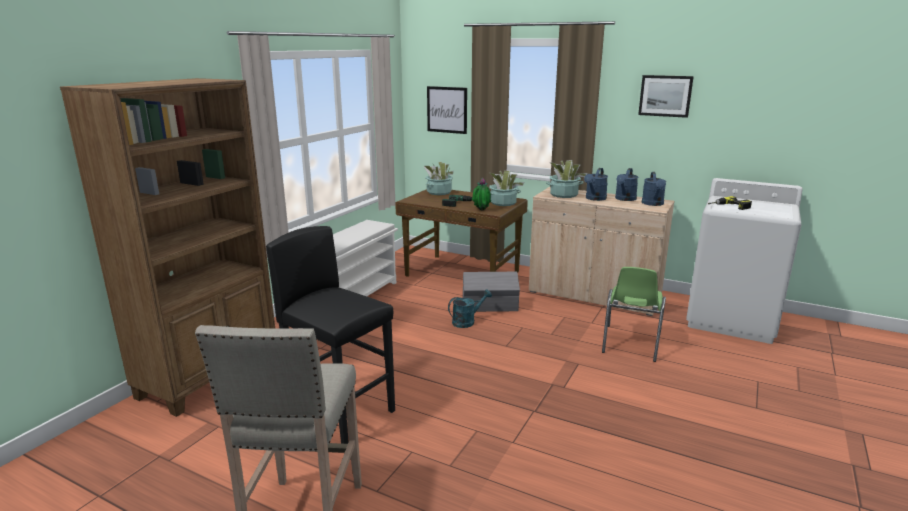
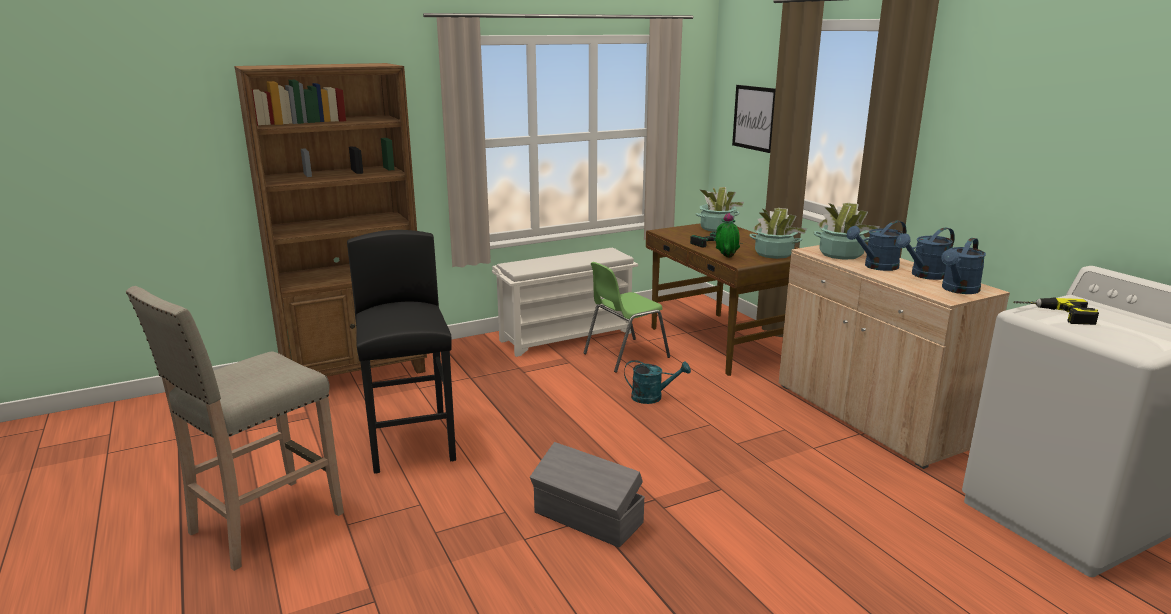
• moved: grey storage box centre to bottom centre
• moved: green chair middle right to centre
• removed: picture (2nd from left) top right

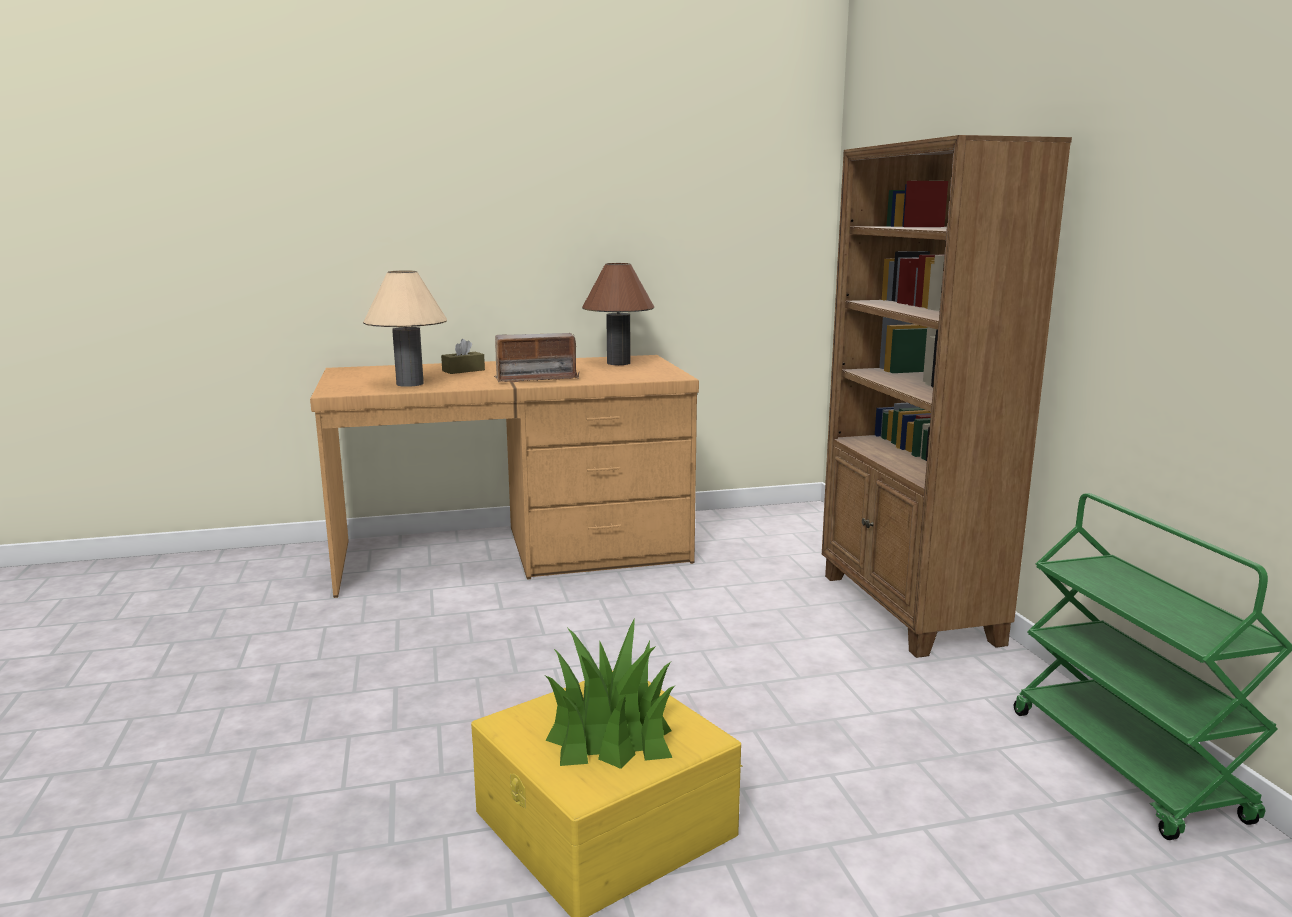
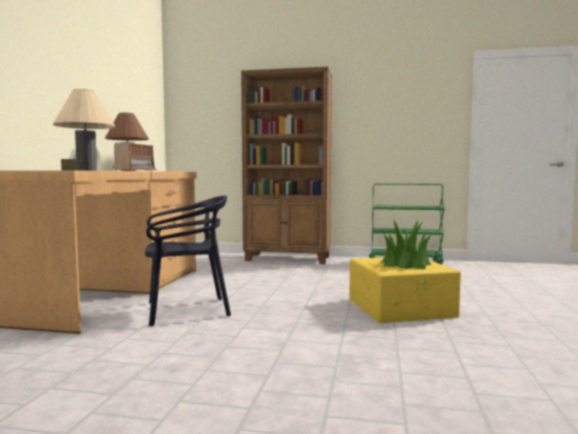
• added: black chair middle left

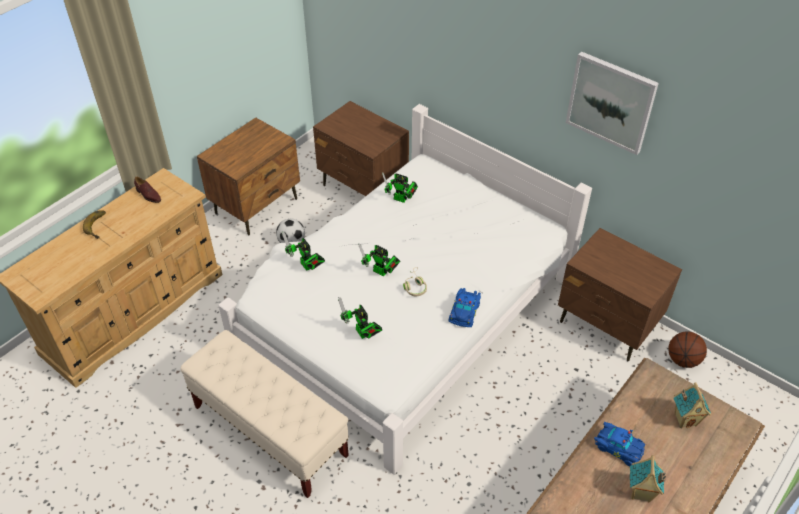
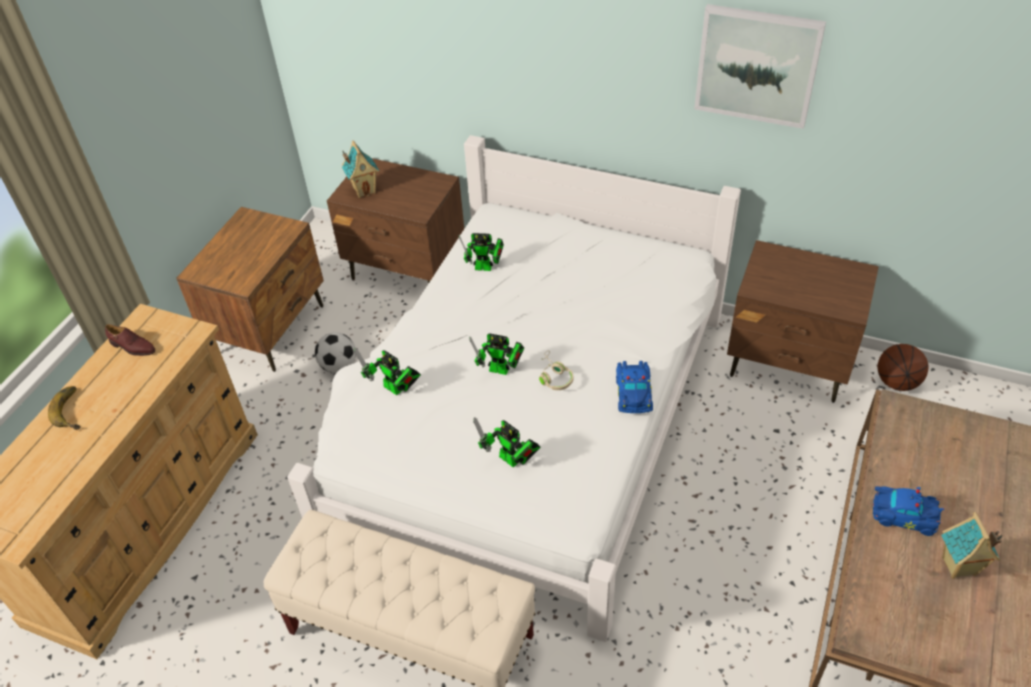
• moved: toy house (2nd from left in the first image) bottom right to toy house (1st from left) top centre

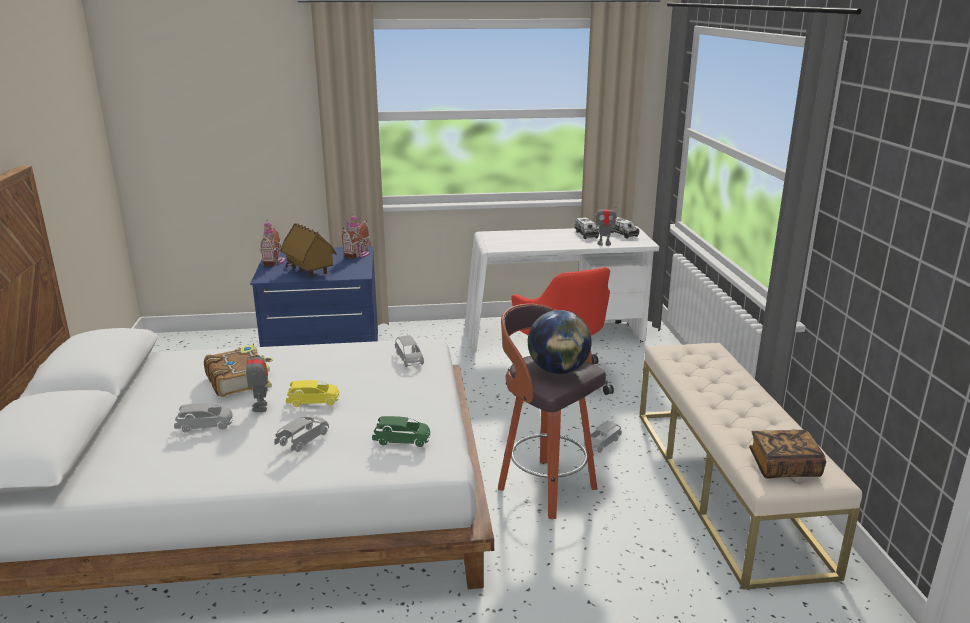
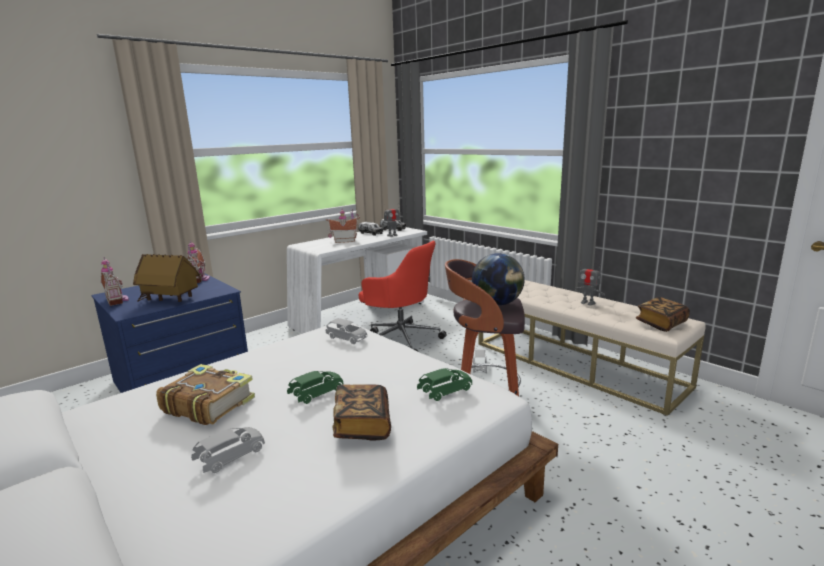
• moved: toy robot (1st from left in the first image) middle left to toy robot (2nd from left) middle right
• replaced: grey toy car (2nd from left) bottom left to book (2nd from left) bottom centre
• recoloured: yellow toy car middle left to green toy car (1st from left) bottom centre
• added: toy house (4th from left) centre

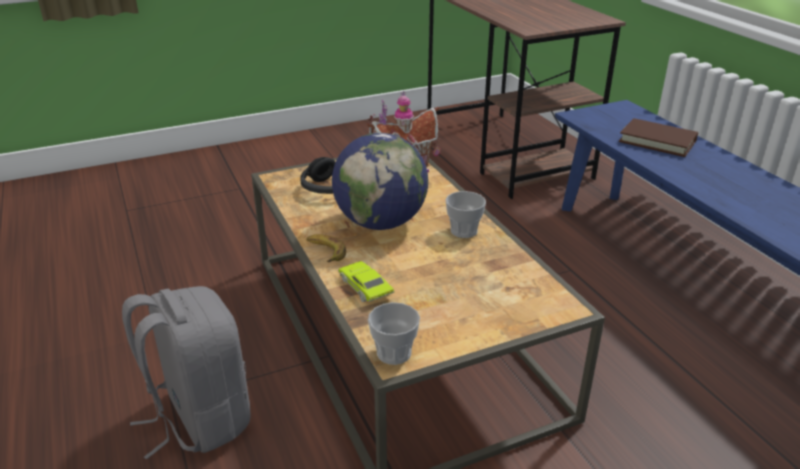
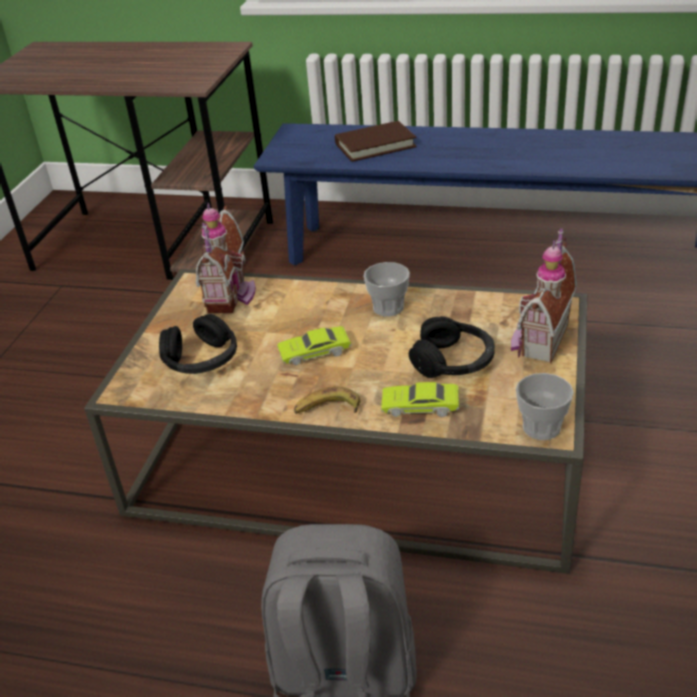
• replaced: globe centre to green toy car (1st from left) centre
• added: black headphones (2nd from left) centre
• added: toy house (2nd from left) middle right

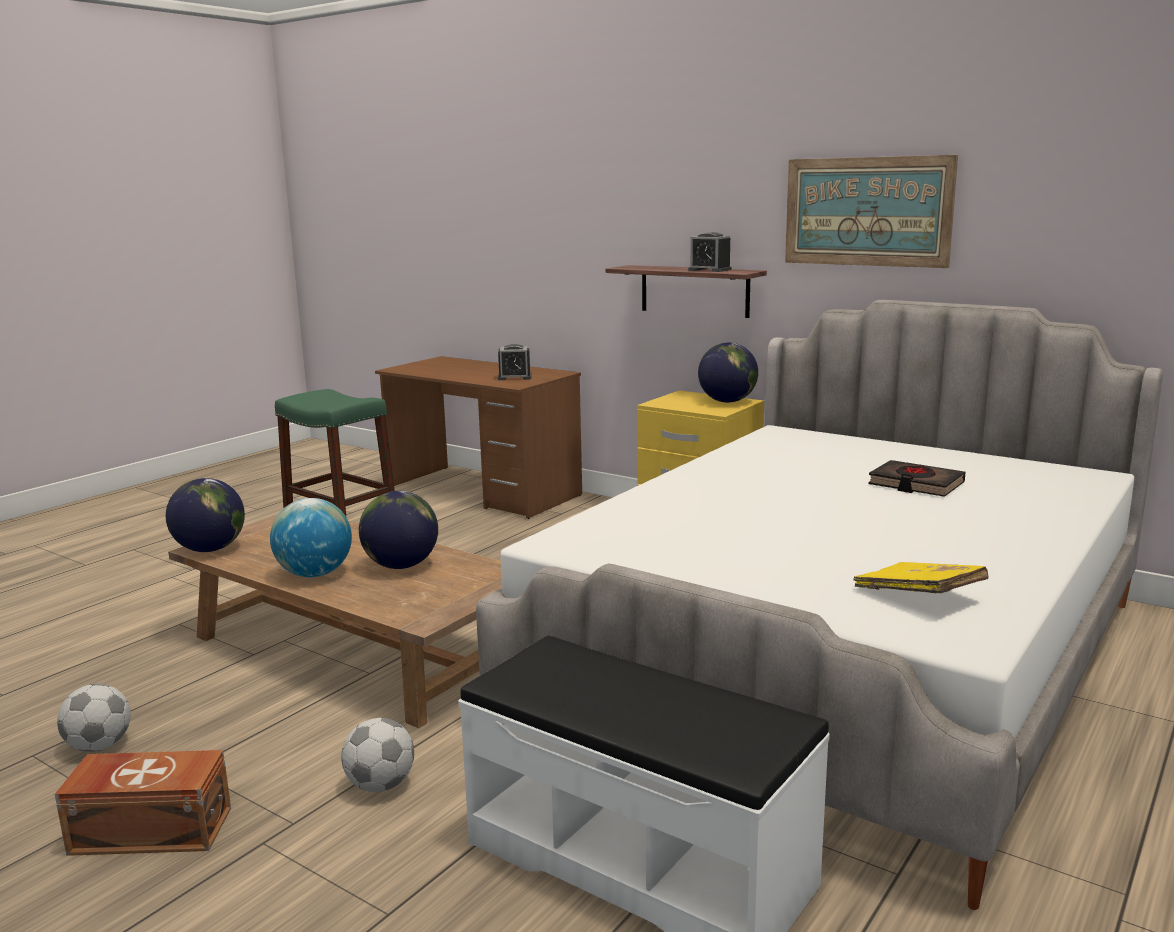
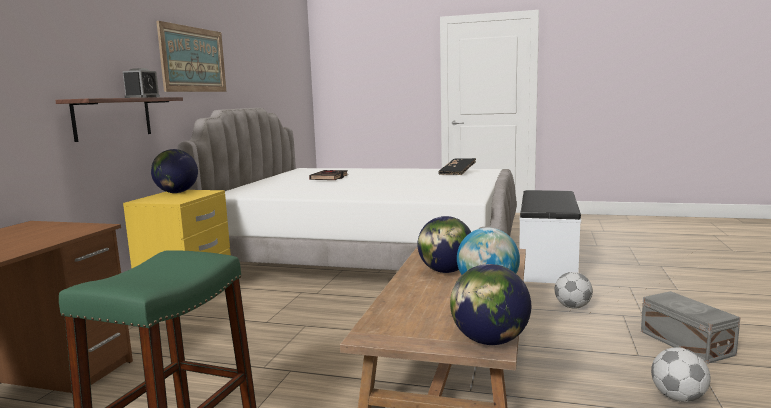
• recoloured: brown storage box bottom left to grey storage box bottom right
• removed: alarm clock (1st from left) centre
• recoloured: yellow book middle right to black book (2nd from left) centre

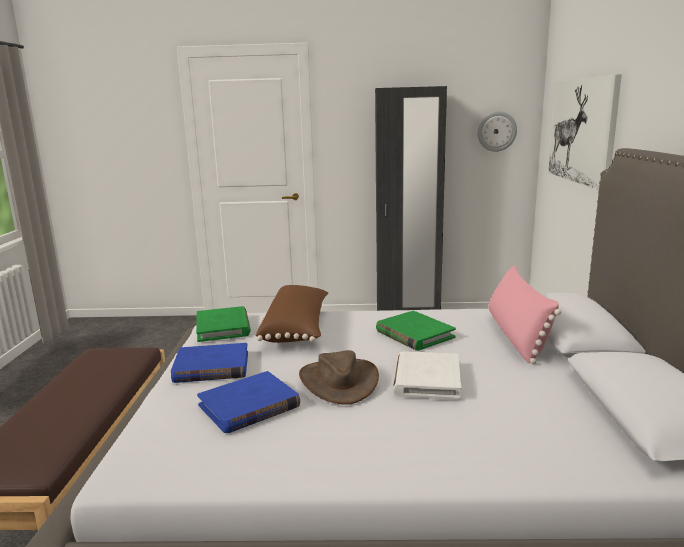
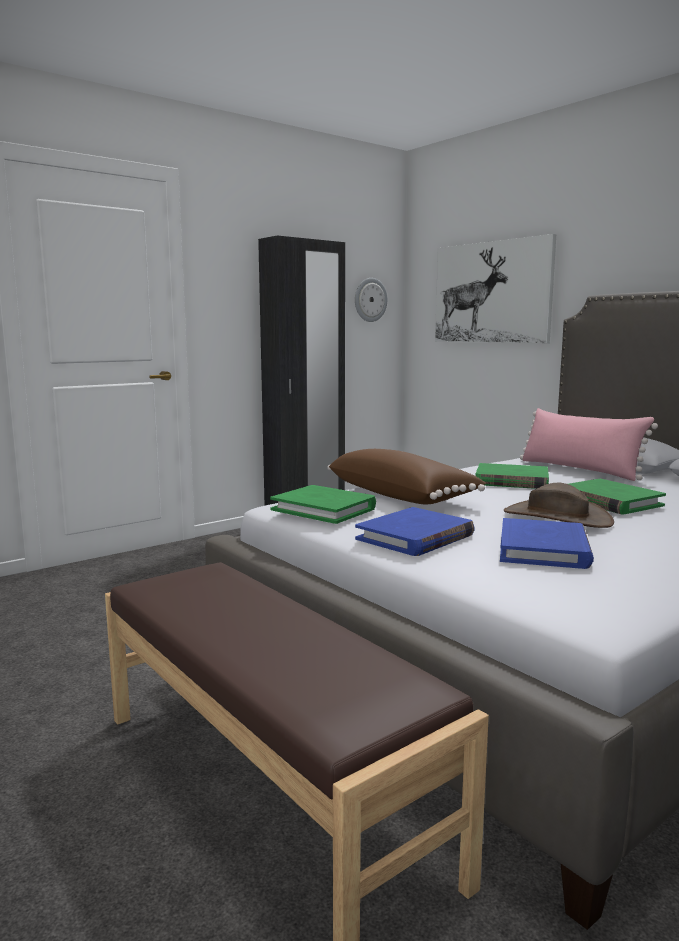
• recoloured: white book bottom centre to green book (3rd from left) middle right

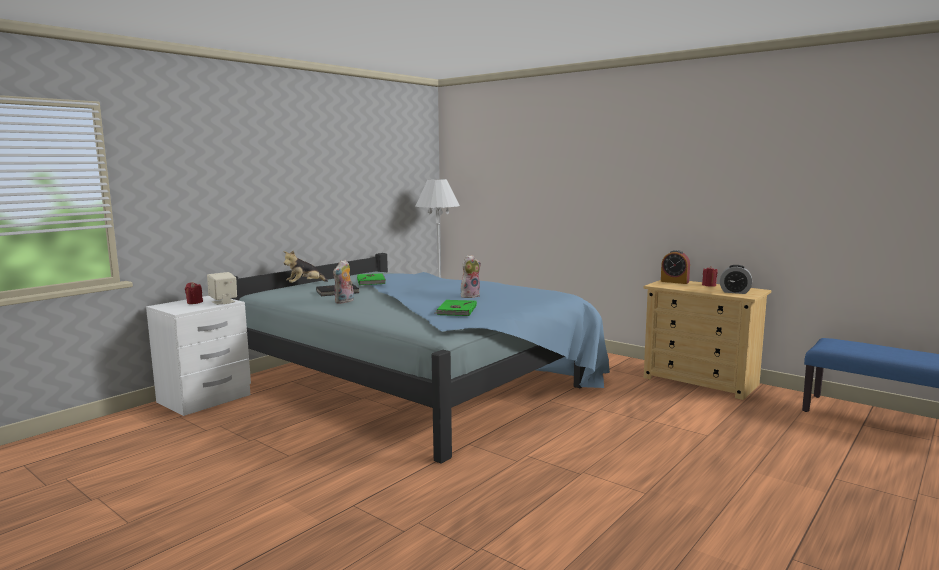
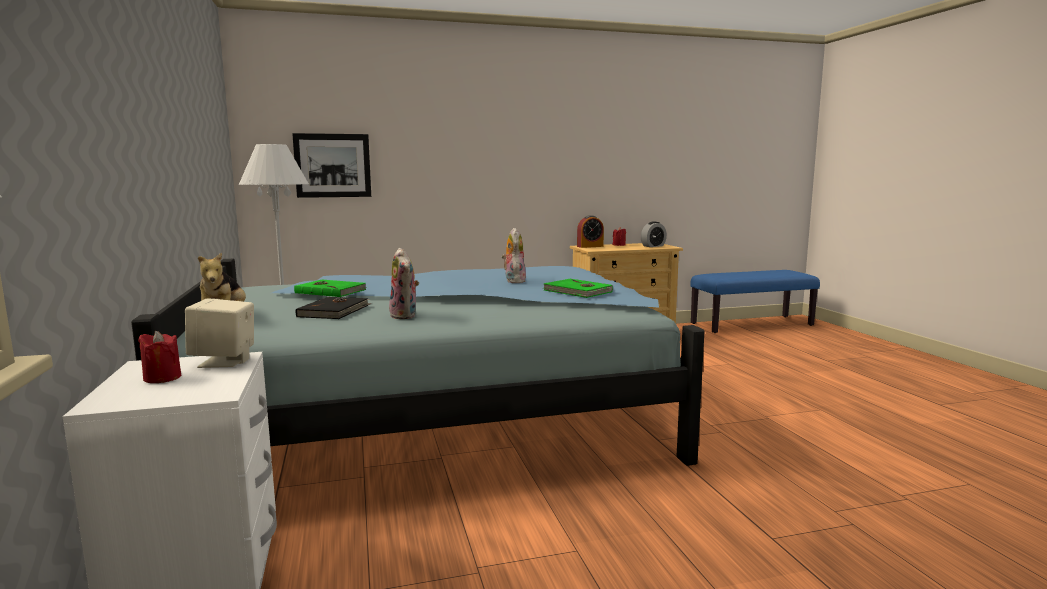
• added: picture top left

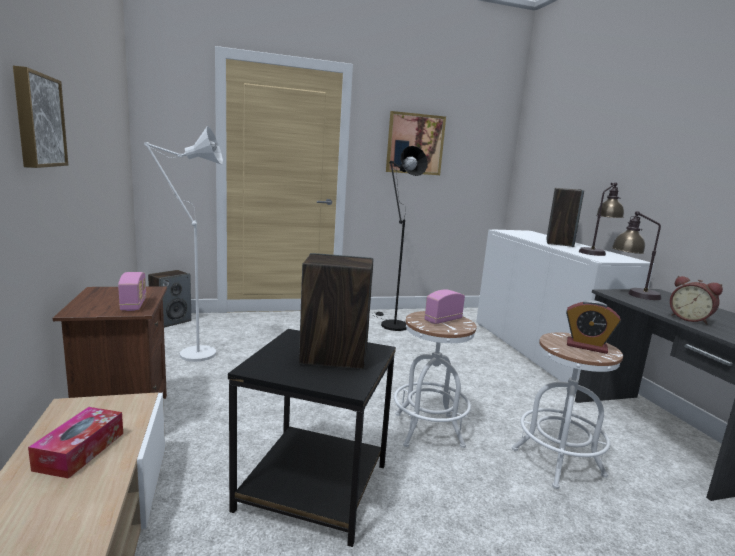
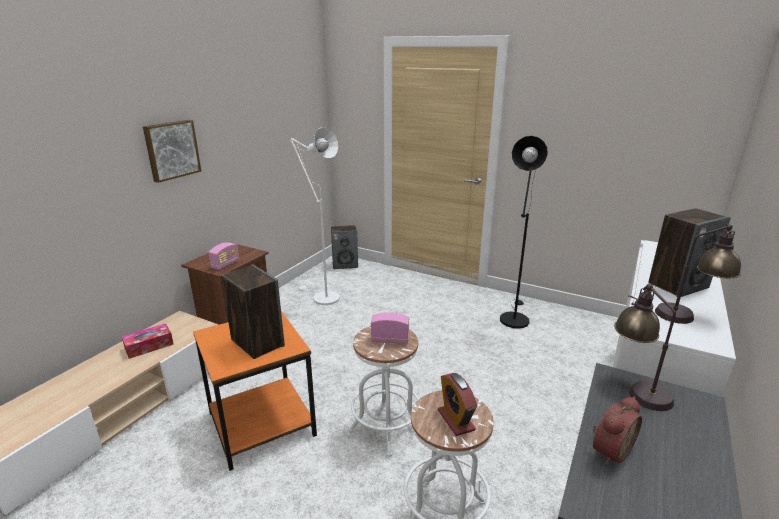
• recoloured: black side table bottom centre to orange side table bottom left
• removed: picture (2nd from left) top centre
• turned: alarm clock (2nd from left) middle right = bottom right 135 degrees counterclockwise

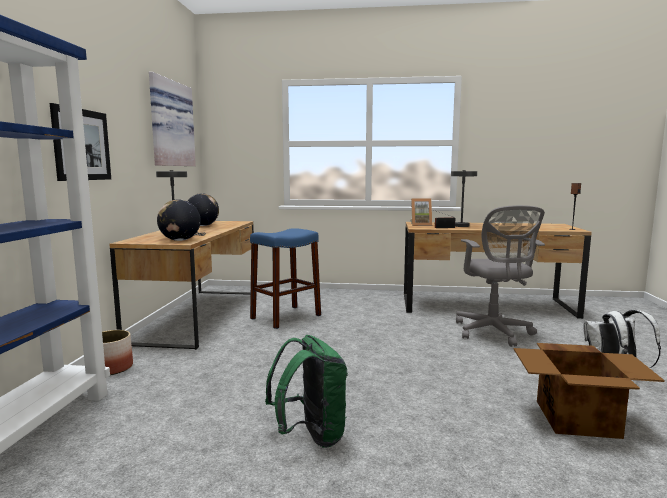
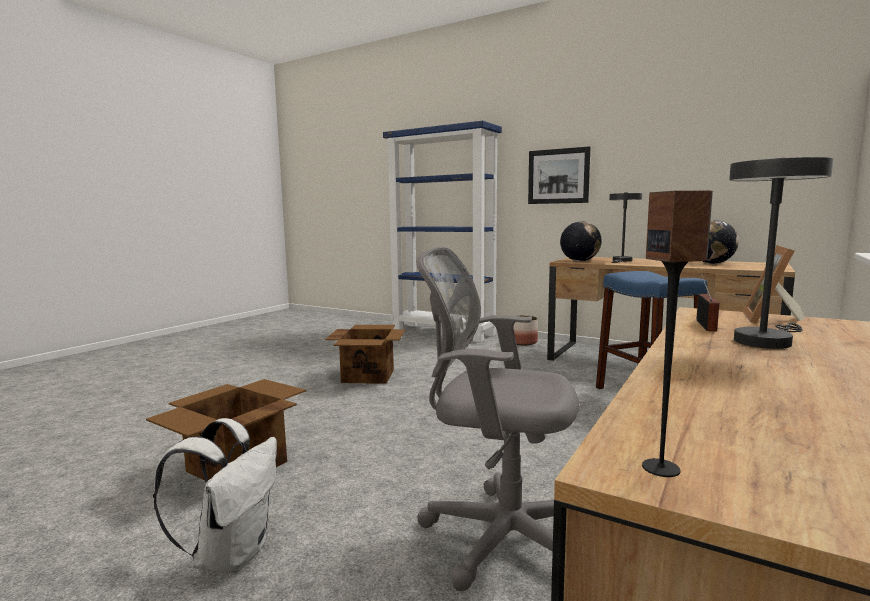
• removed: picture (2nd from left) top left
• replaced: green backpack bottom centre to cardboard box (2nd from left) centre

